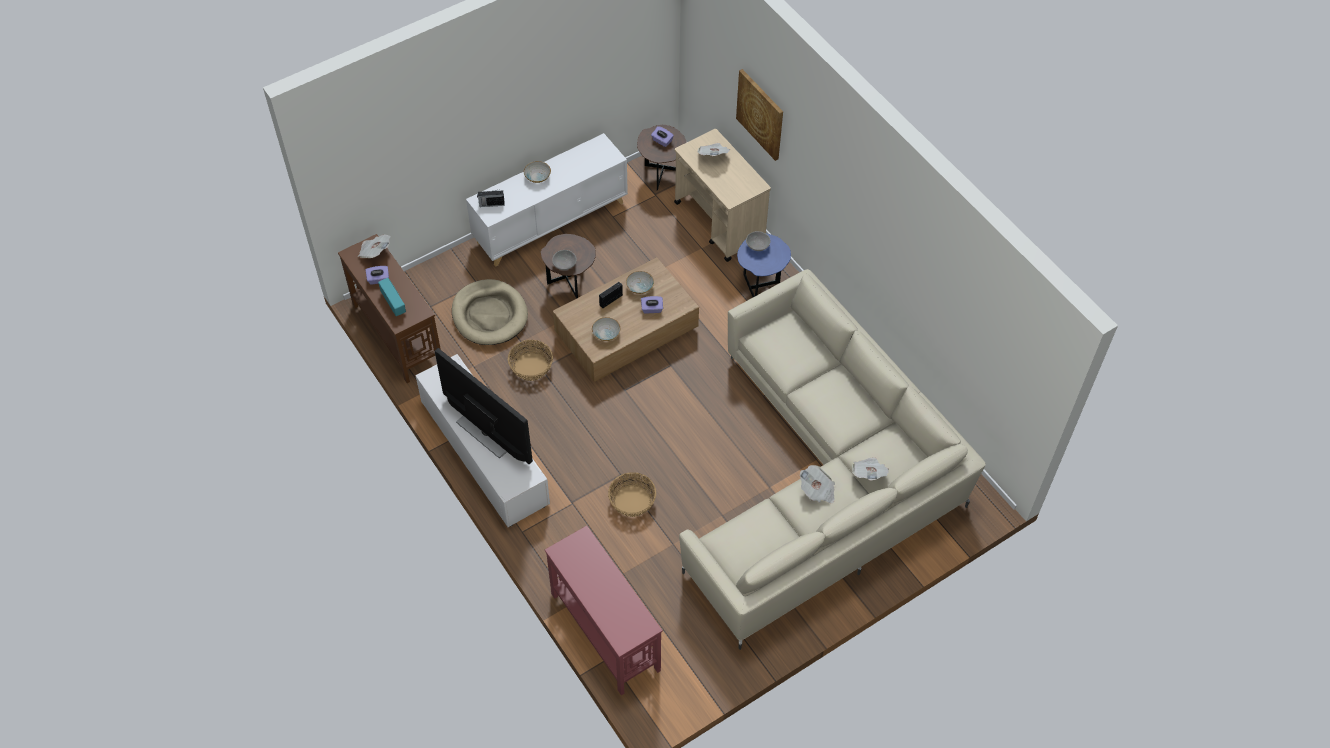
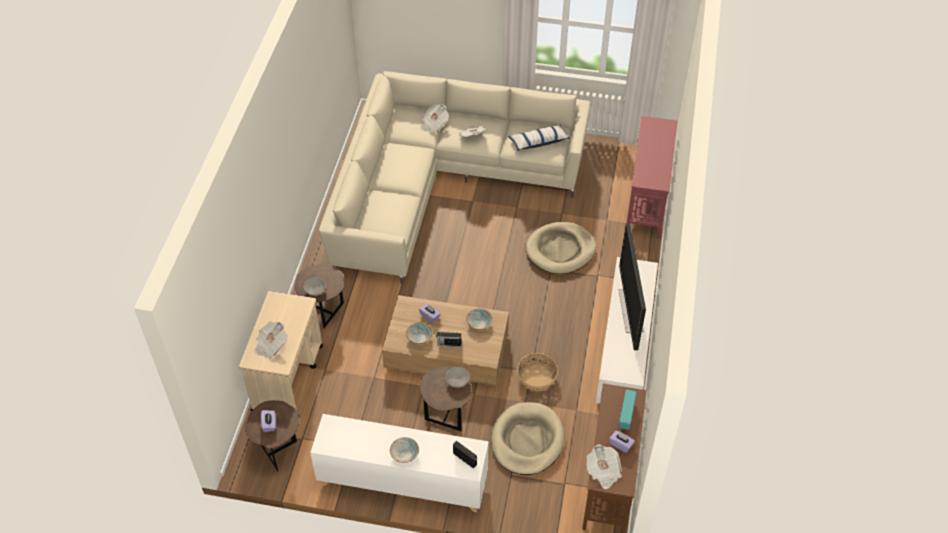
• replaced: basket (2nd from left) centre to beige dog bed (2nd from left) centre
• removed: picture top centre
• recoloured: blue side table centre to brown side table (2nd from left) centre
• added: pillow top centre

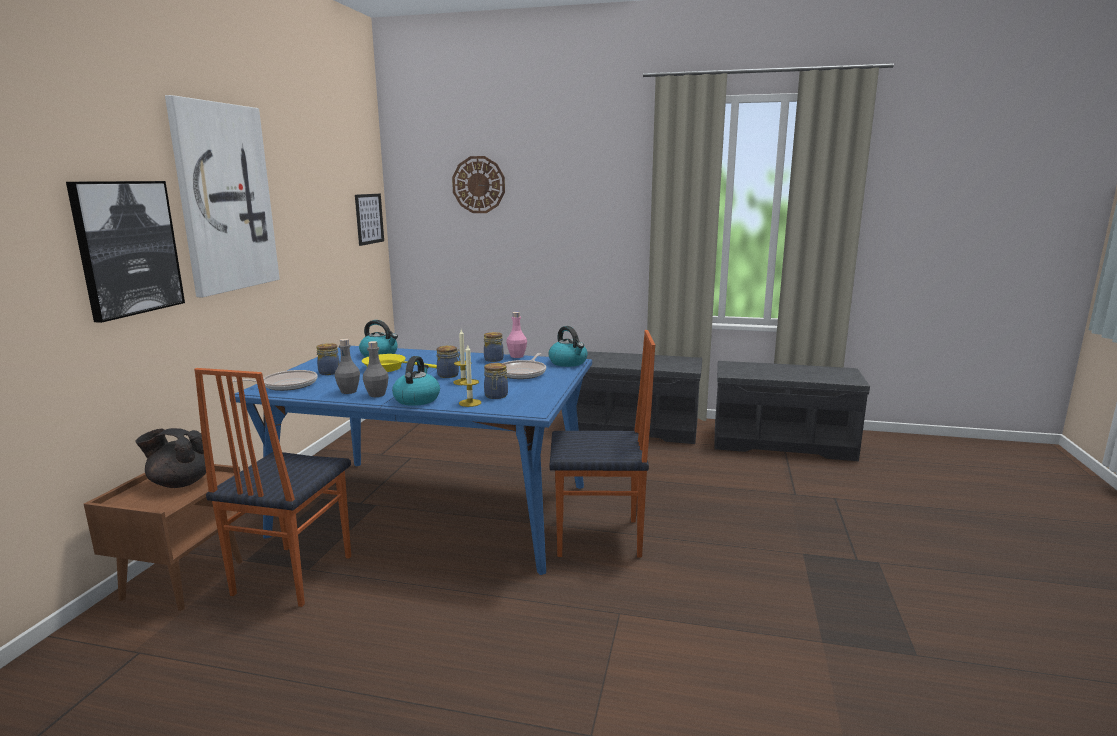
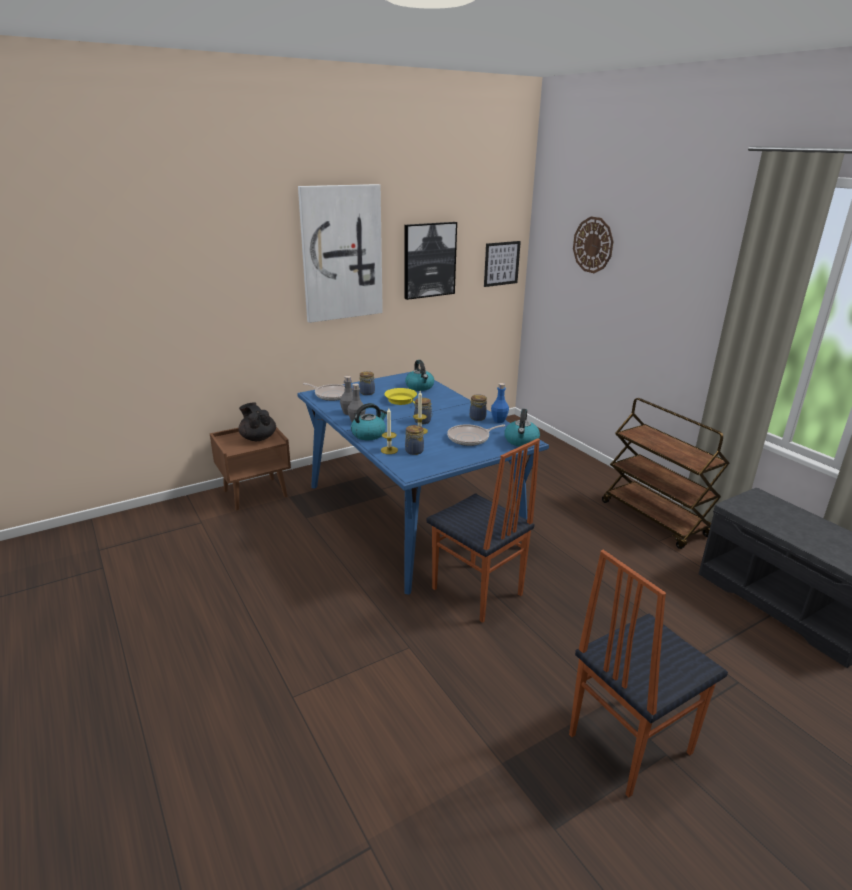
• moved: picture (1st from left in the first image) middle left to picture (2nd from left) top centre
• moved: chair (1st from left in the first image) middle left to chair (2nd from left) bottom right
• recoloured: pink bottle centre to blue bottle centre
• replaced: grey bench (1st from left) centre to brown cart middle right

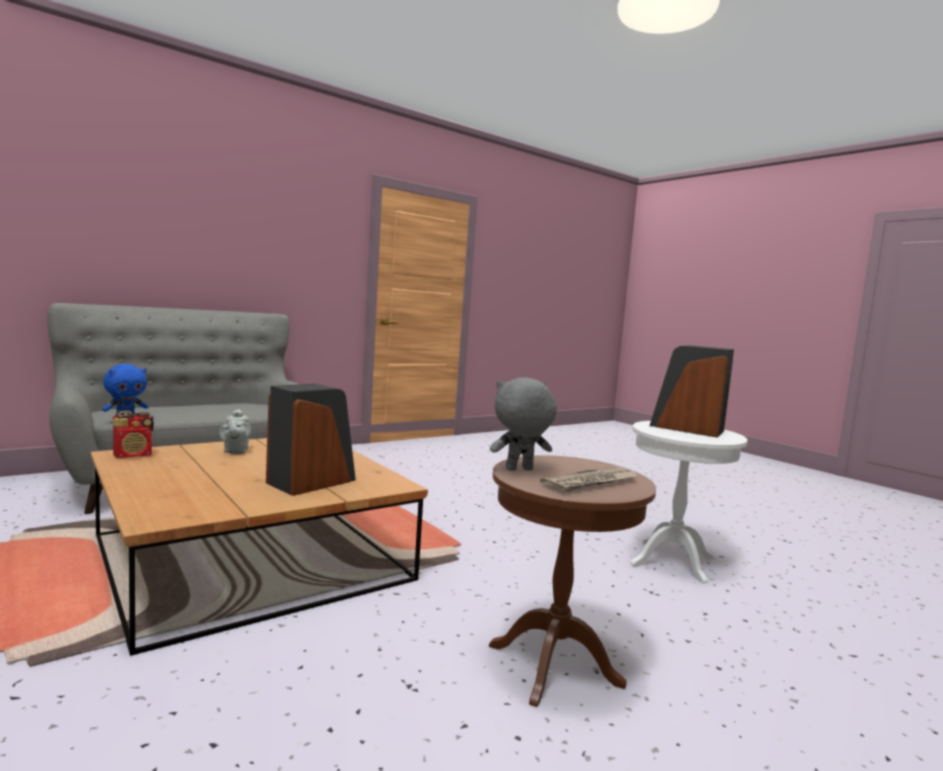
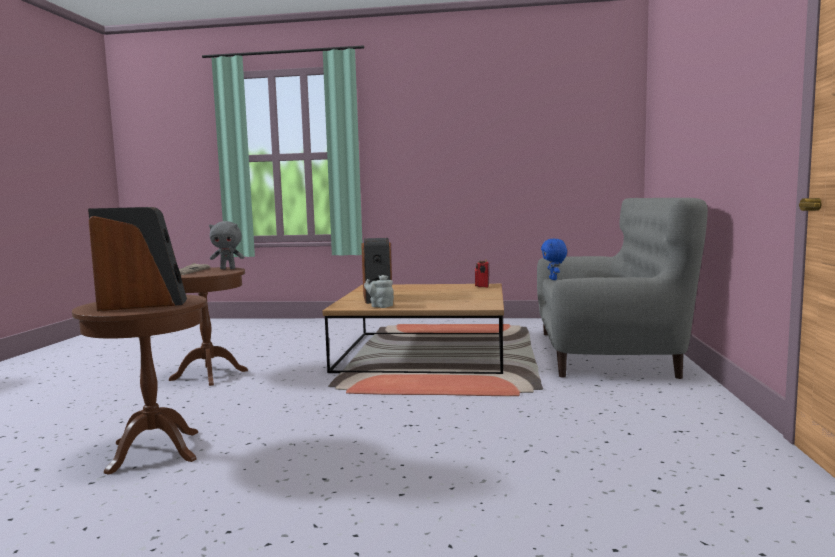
• moved: grey teapot middle left to centre
• turned: grey plush toy centre = middle left 60 degrees clockwise
• recoloured: white side table middle right to brown side table (1st from left) bottom left

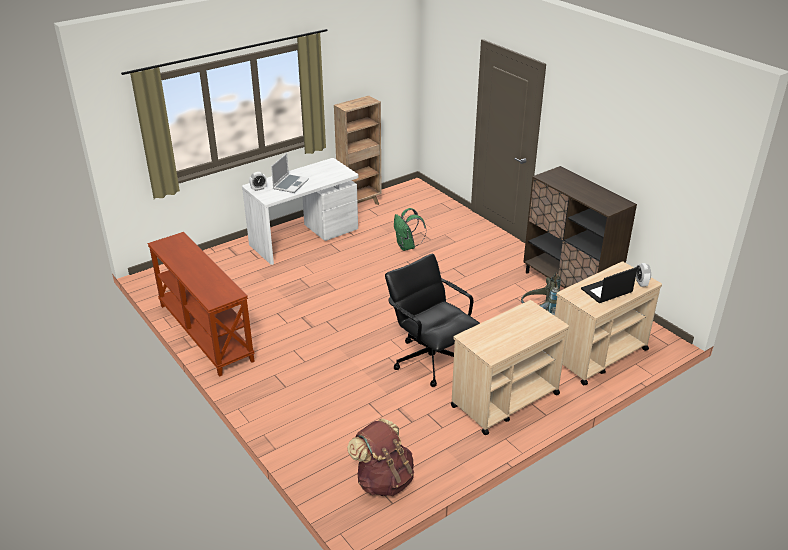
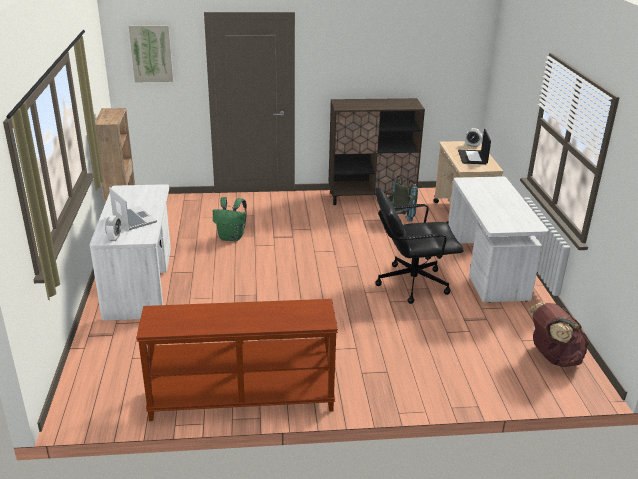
• replaced: beige cart (1st from left) bottom centre to white desk (2nd from left) middle right
• added: picture top left

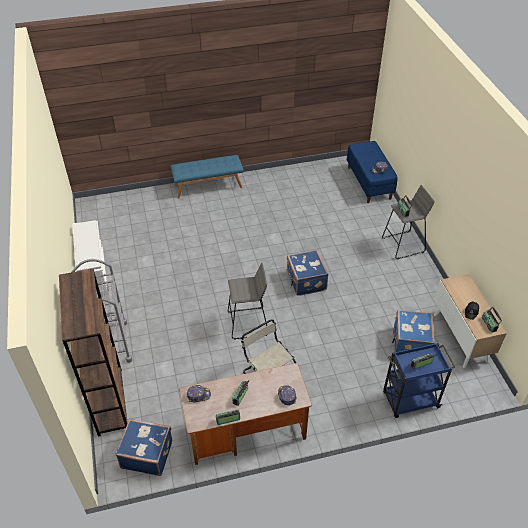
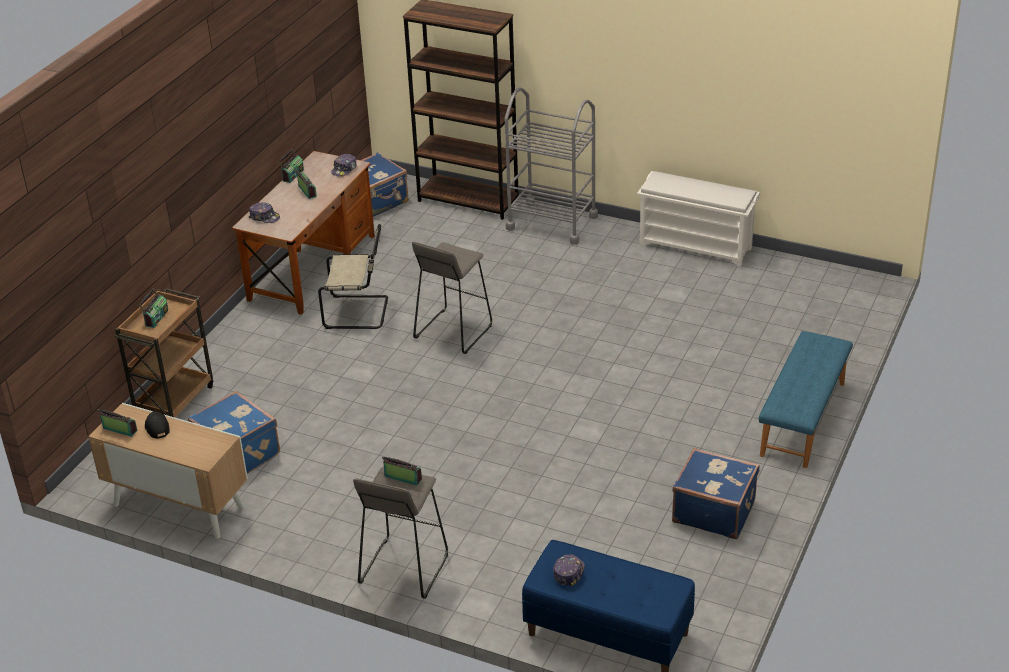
• moved: blue suitcase (2nd from left in the first image) centre to blue suitcase (3rd from left) bottom right
• recoloured: blue cart bottom right to brown cart middle left

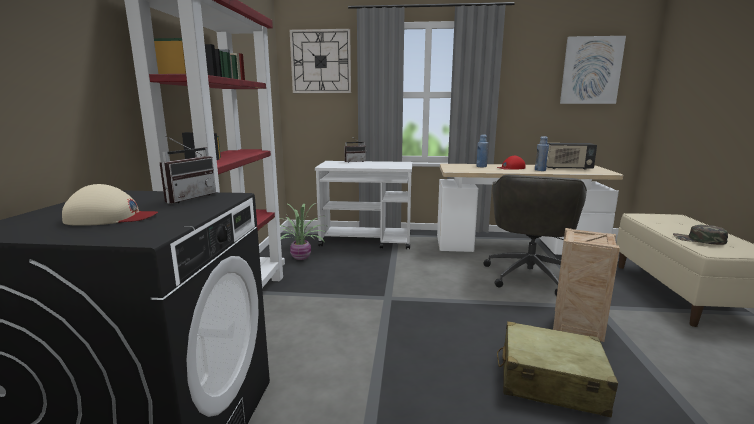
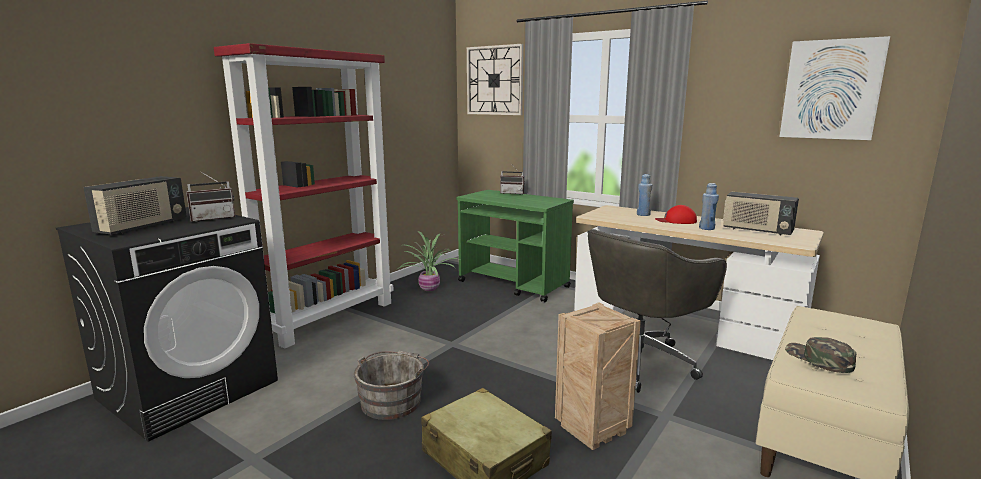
• replaced: beige cap middle left to radio (1st from left) middle left
• recoloured: white cart centre to green cart centre
• added: grey bucket bottom centre

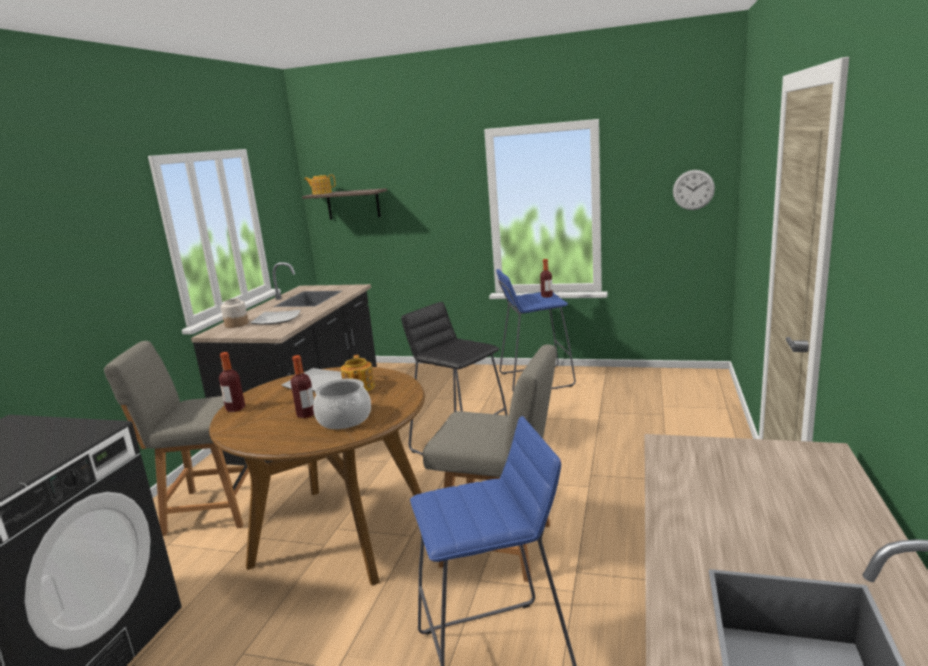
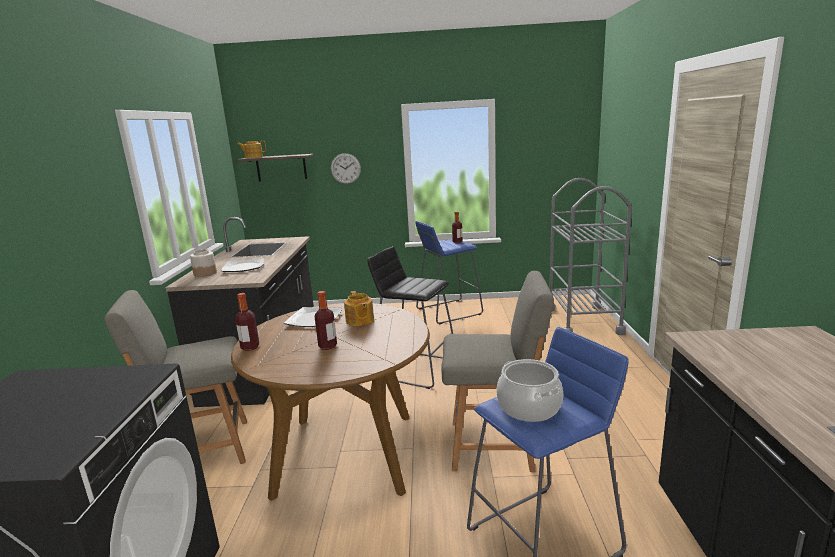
• moved: cooking pot centre to bottom centre
• moved: wall clock top right to top centre
• added: grey cart middle right

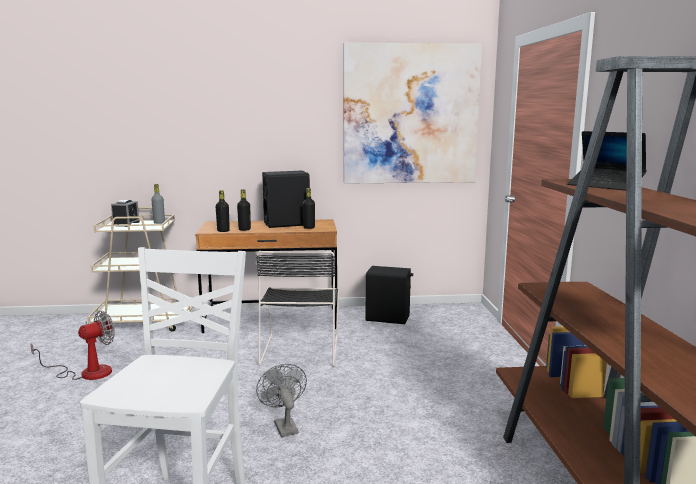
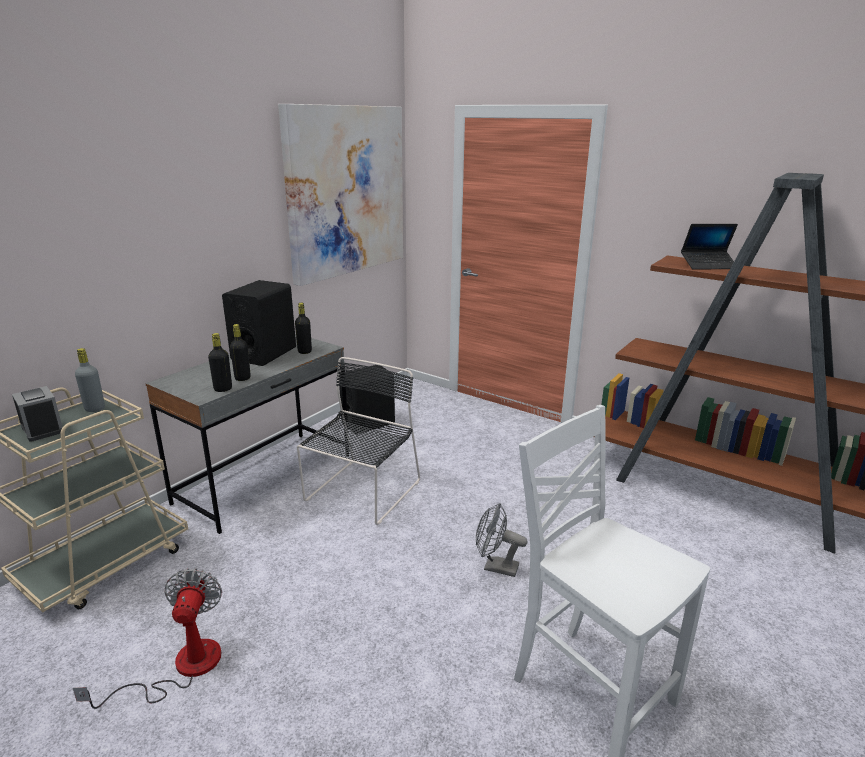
• recoloured: brown desk centre to grey desk middle left
• turned: black chair centre = centre 105 degrees counterclockwise

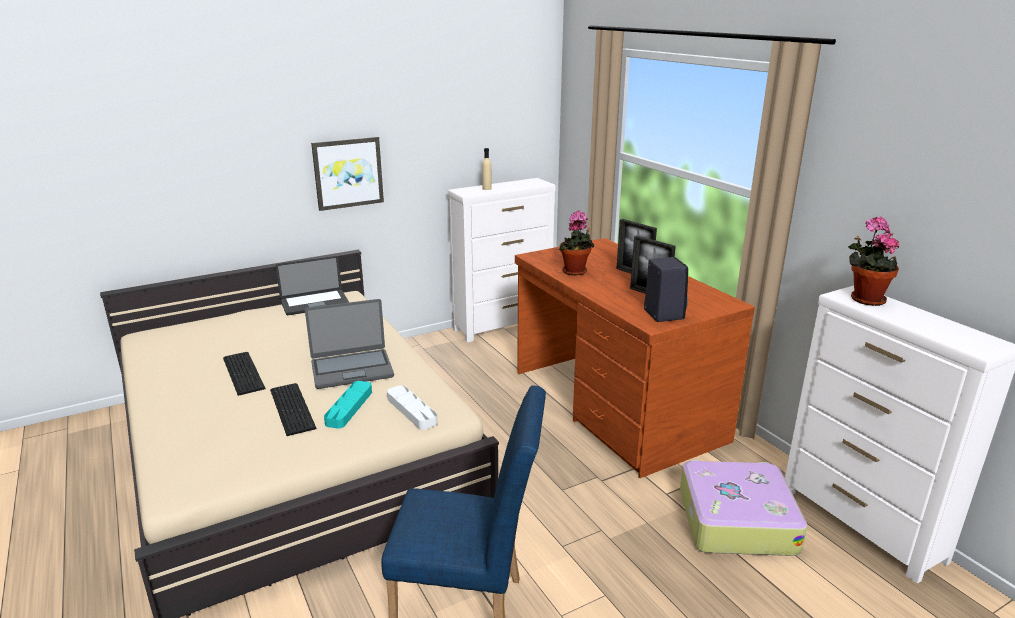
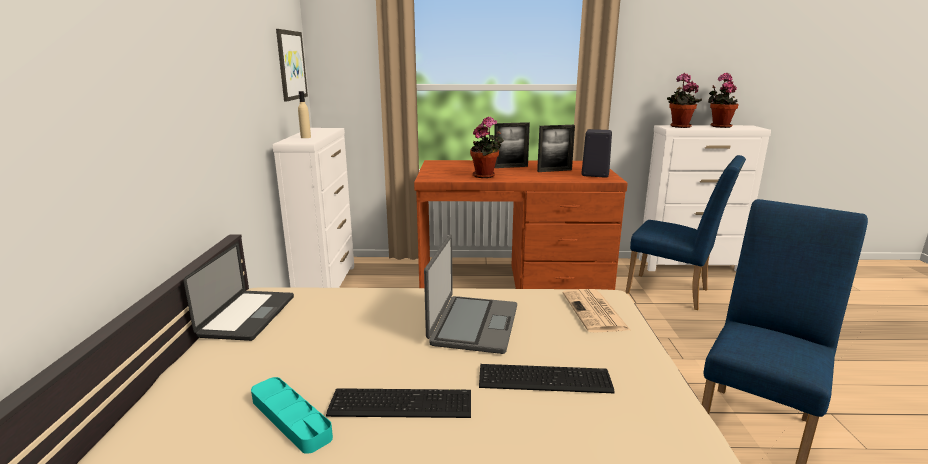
• moved: picture top centre to top left
• moved: turquoise tray centre to bottom left
• replaced: white tray centre to newspaper bottom centre
• replaced: suitcase bottom right to blue chair (1st from left) middle right
• added: potted plant (3rd from left) top right

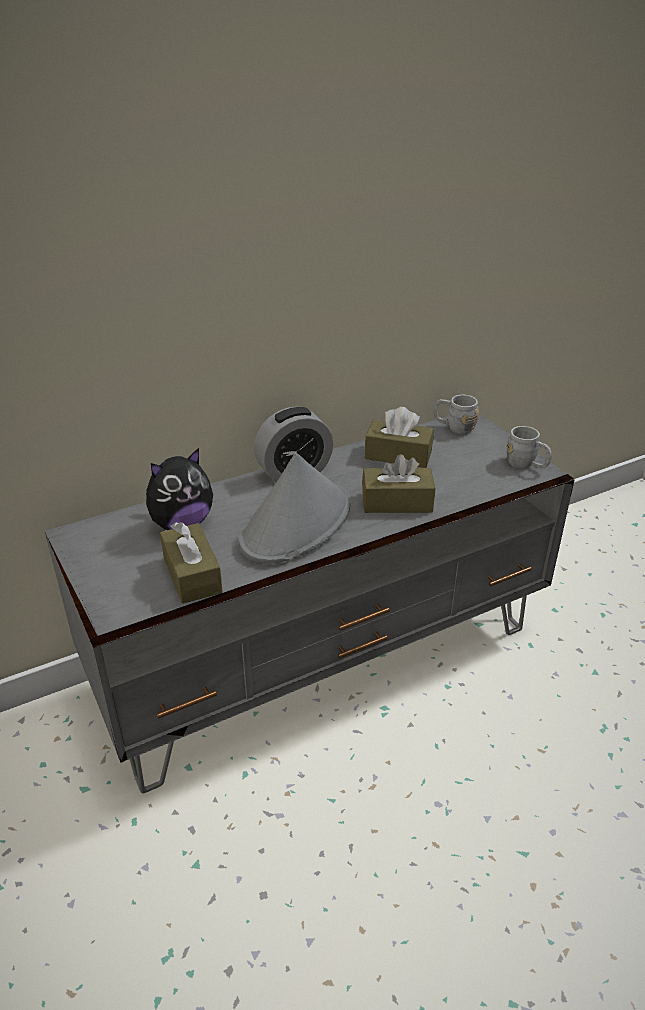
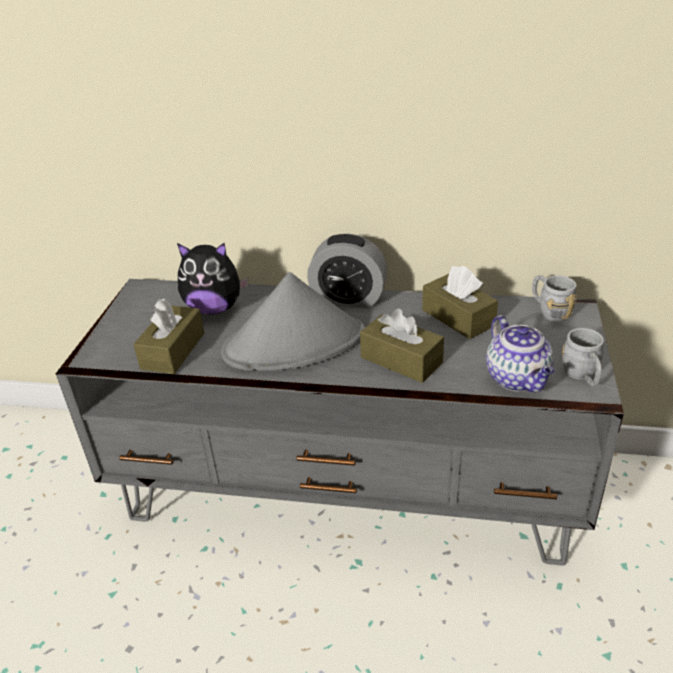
• added: teapot middle right

